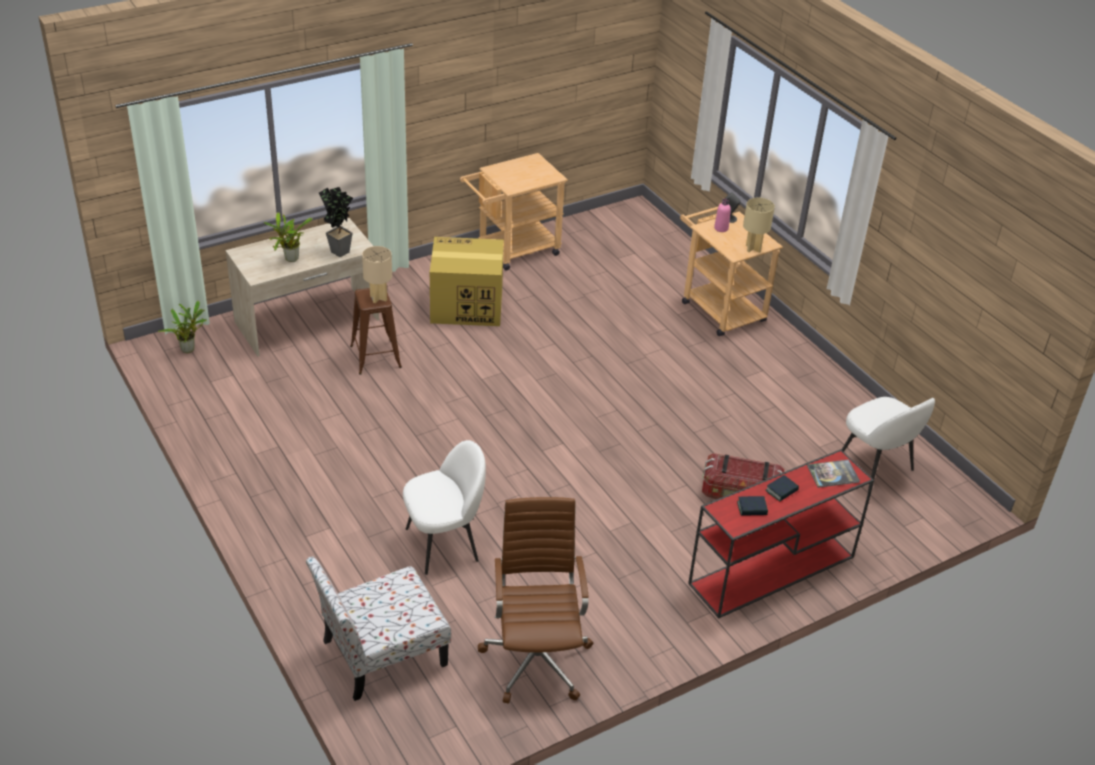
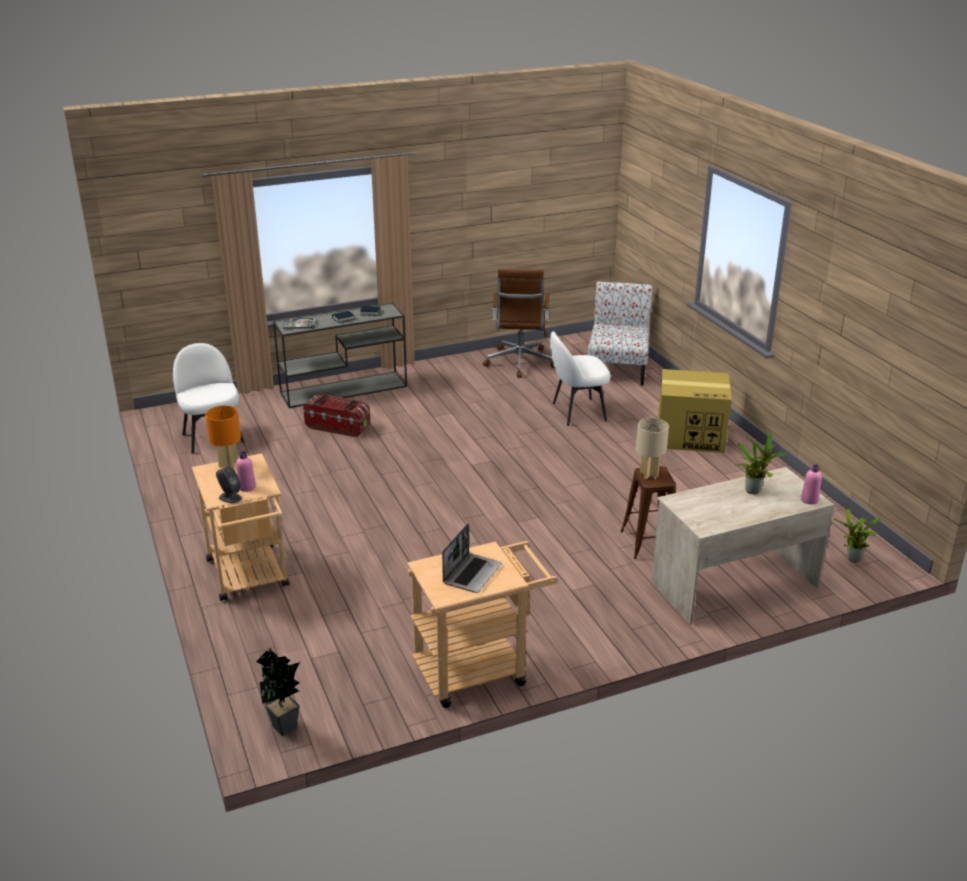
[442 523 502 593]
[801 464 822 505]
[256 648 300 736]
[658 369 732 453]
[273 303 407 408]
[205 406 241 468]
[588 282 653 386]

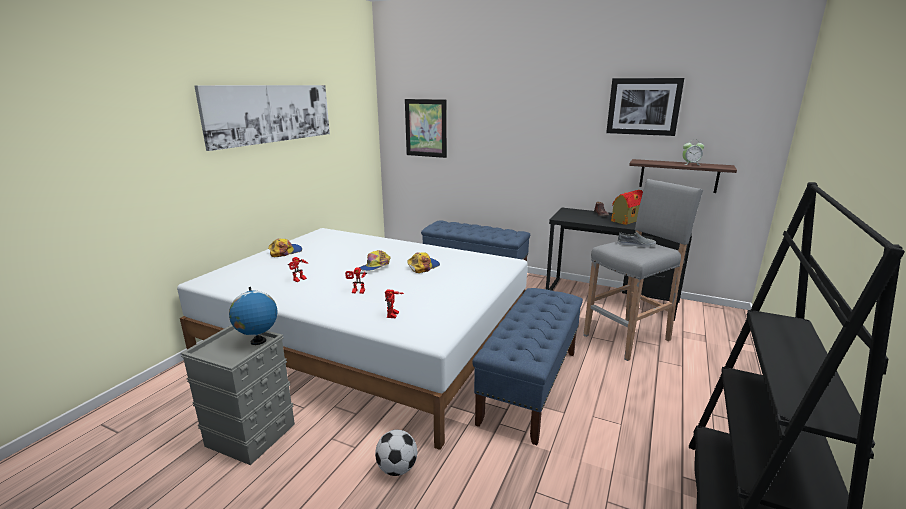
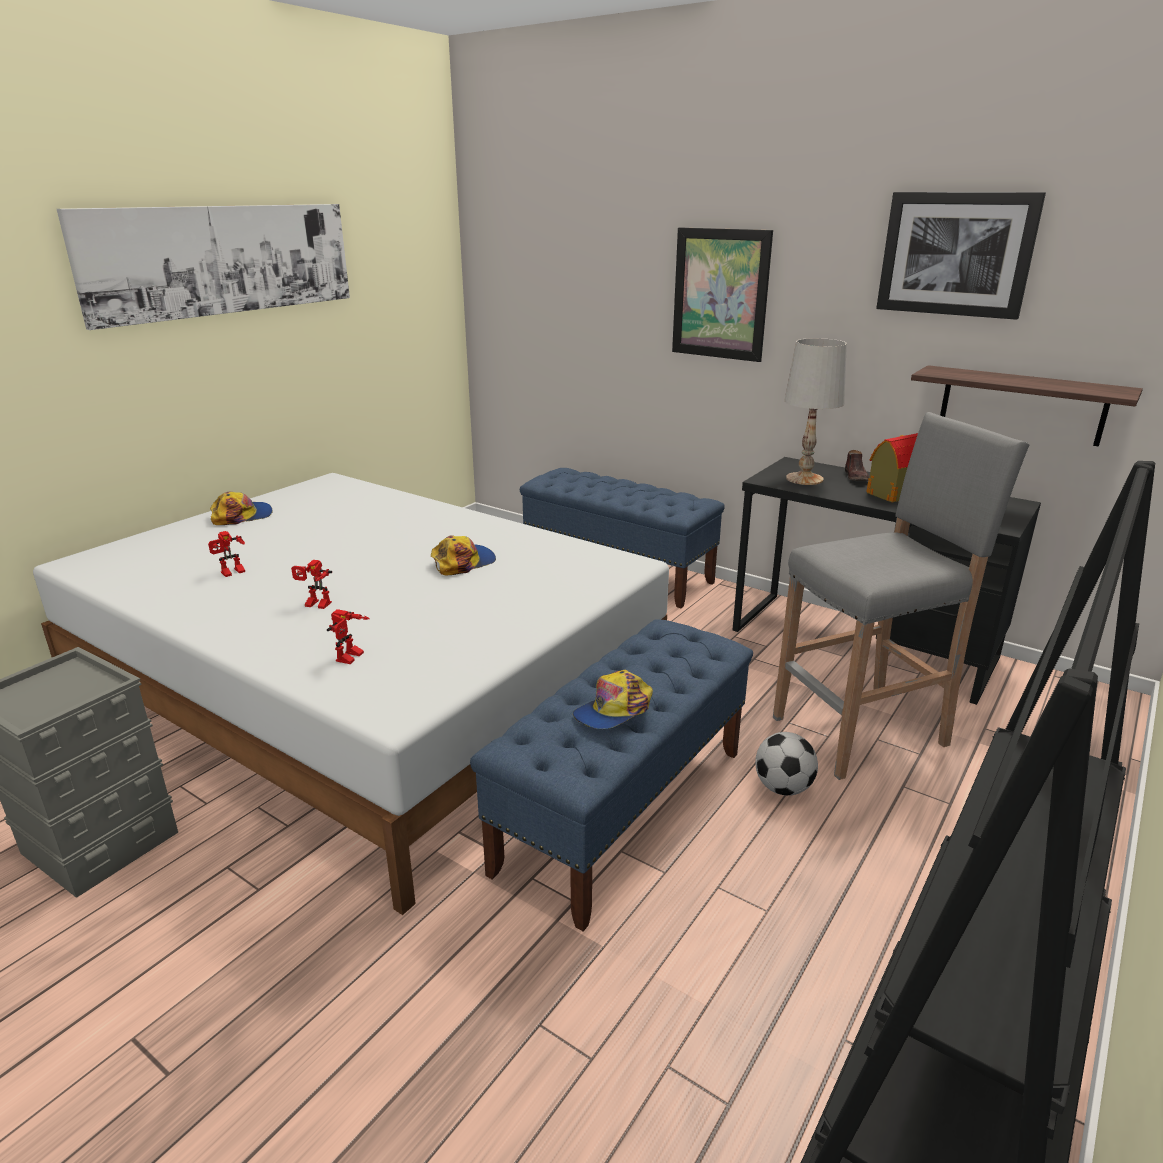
[229 287 277 345] (first image)
[617 232 656 248] (first image)
[682 139 704 165] (first image)
[784 338 847 485]
[573 670 653 729]
[755 732 818 796]
[672 227 773 362]

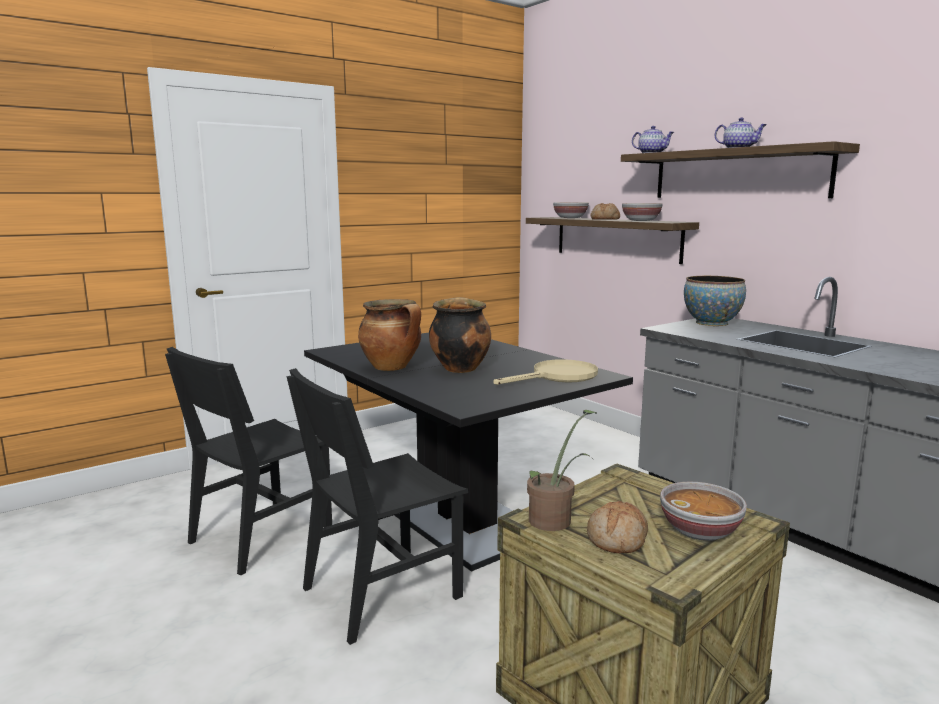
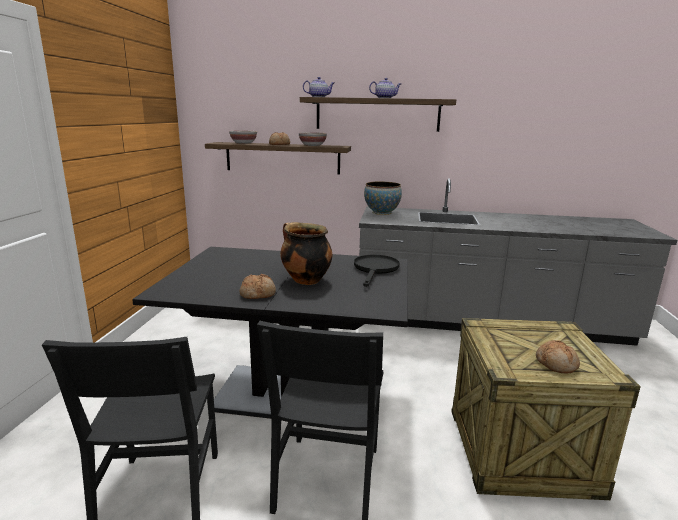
[527 410 597 531] (first image)
[660 482 747 541] (first image)
[239 274 276 299]
[354 255 400 287]

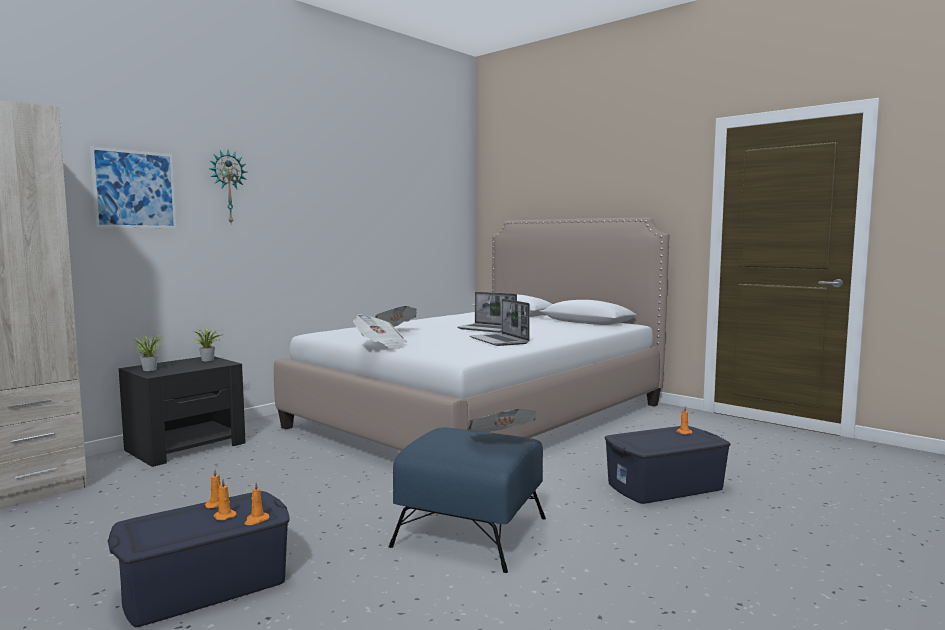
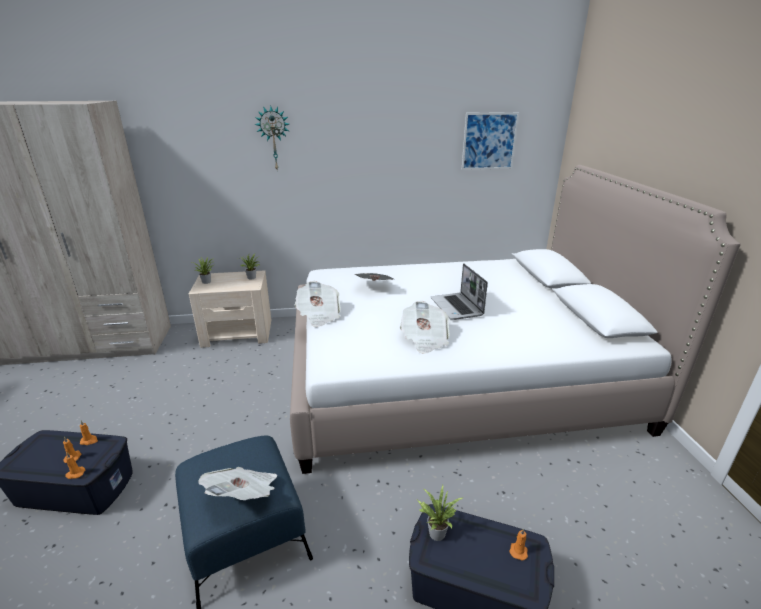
[418 485 465 541]
[461 112 519 170]
[400 301 449 354]
[189 270 271 348]

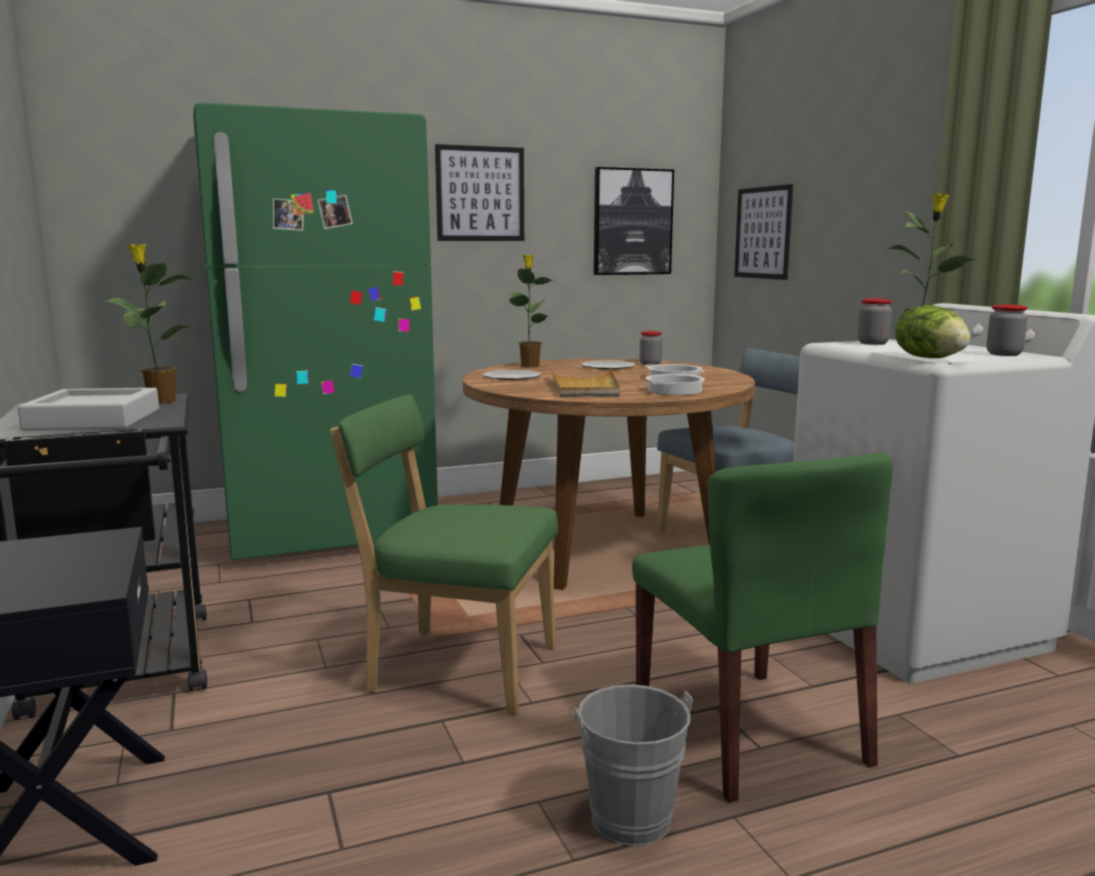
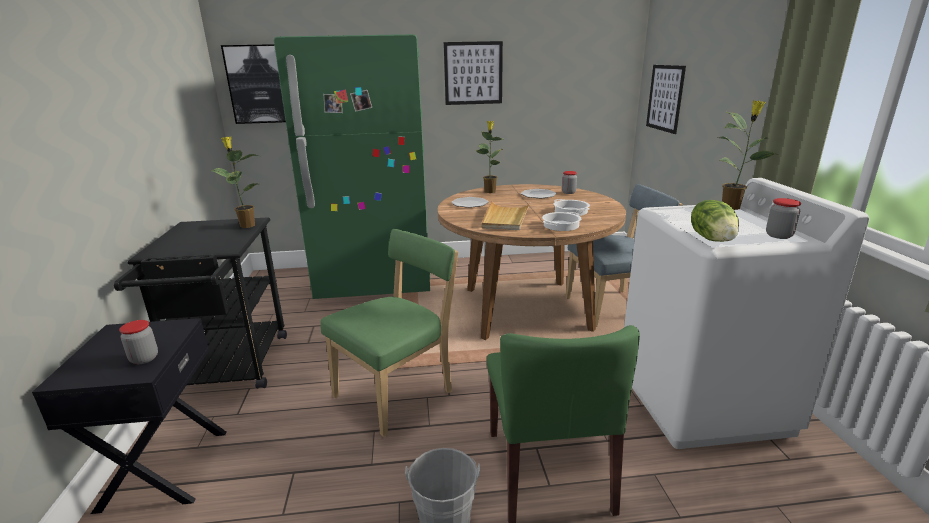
[18 388 159 430] (first image)
[221 44 286 124]
[119 320 158 364]
[321 229 459 437]

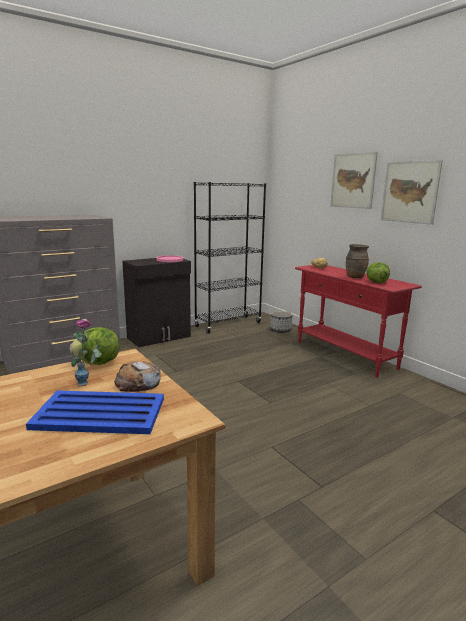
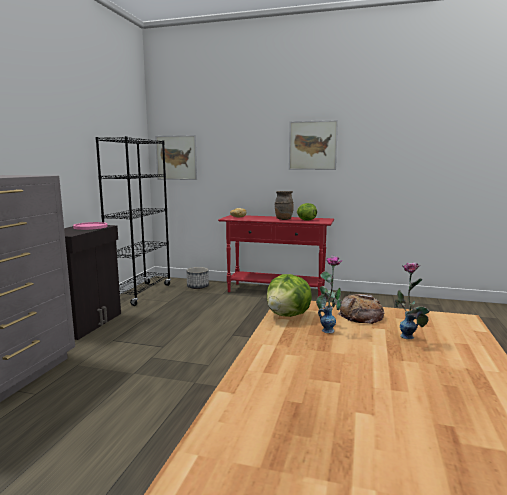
[155 135 197 180]
[395 262 430 339]

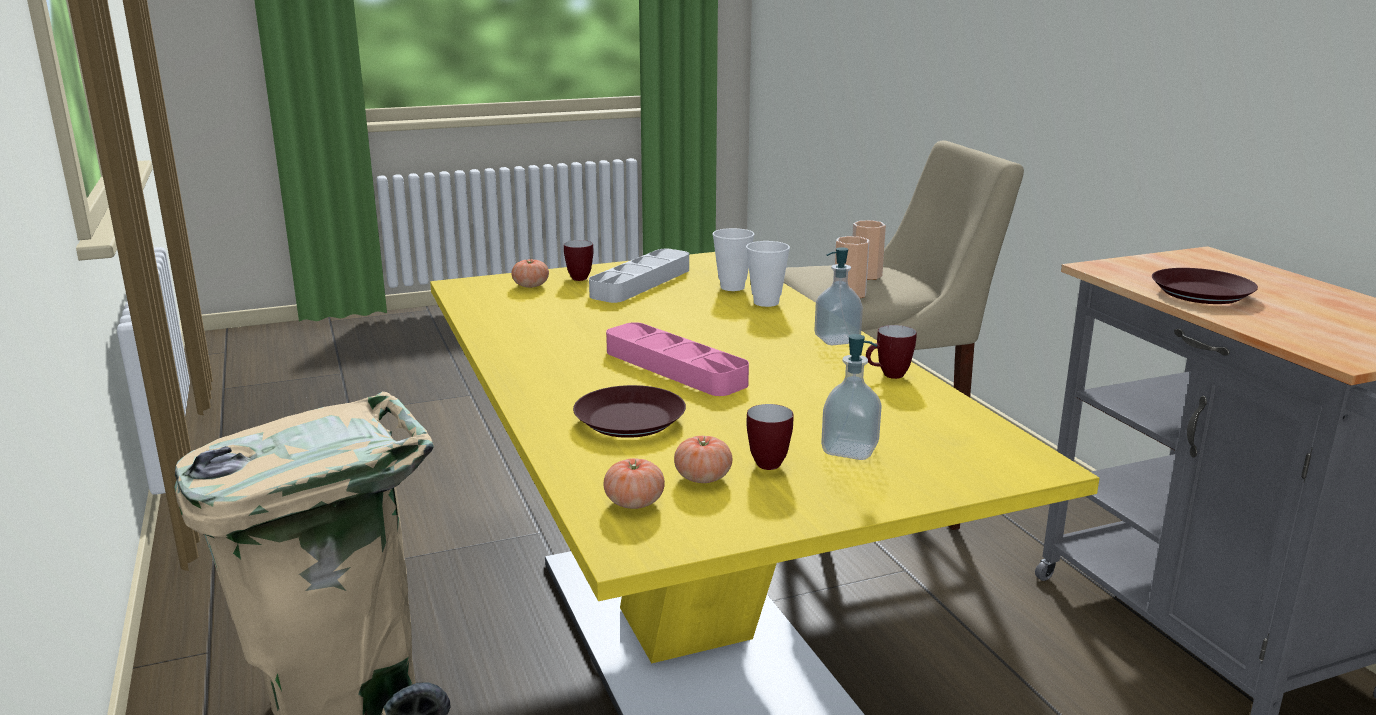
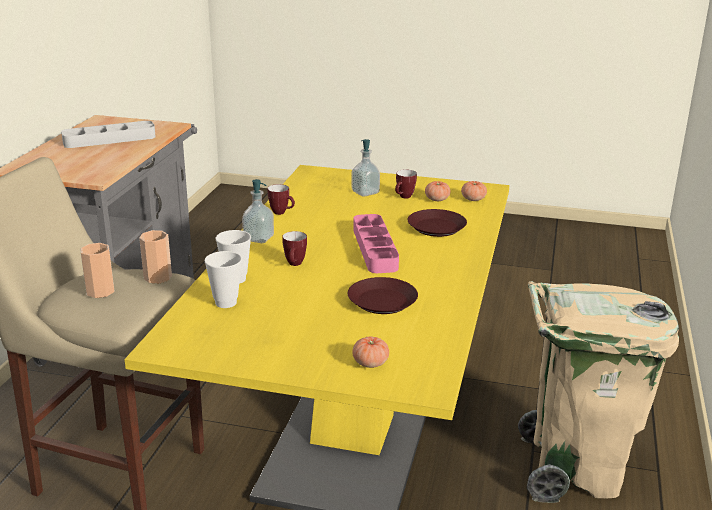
[282 231 307 266]
[61 121 156 148]
[348 277 418 314]

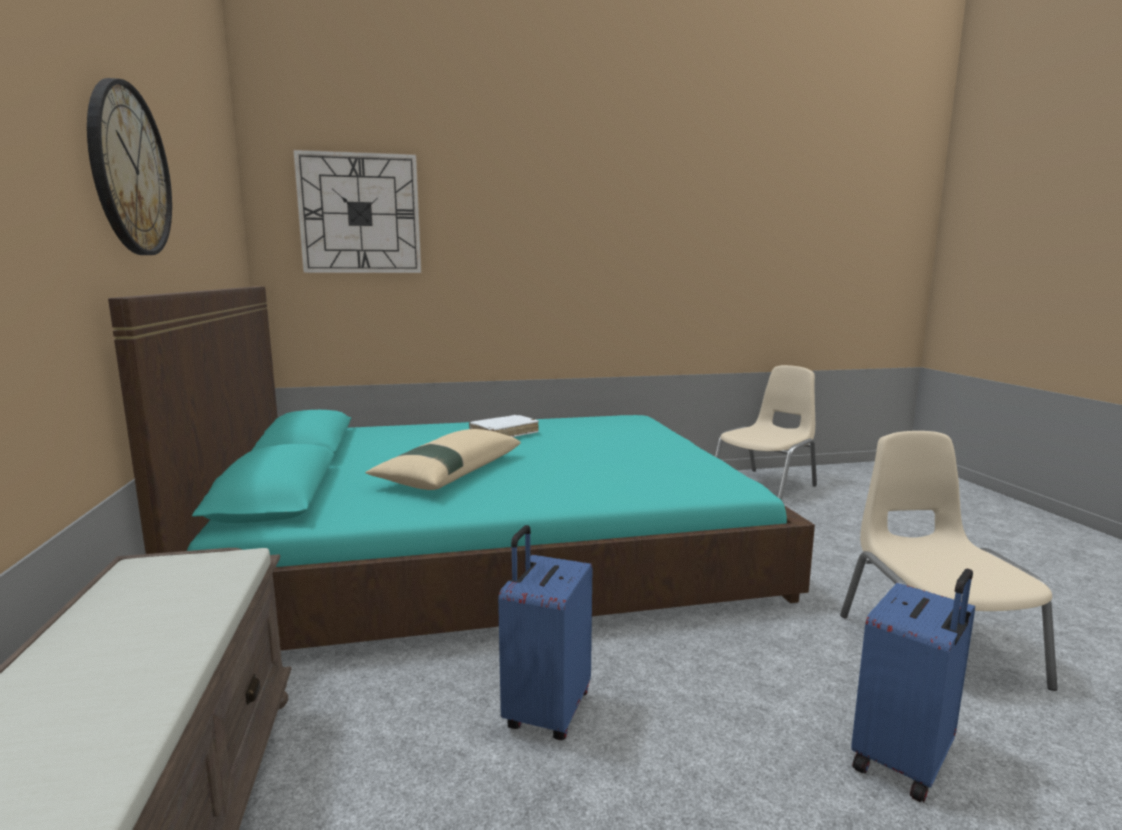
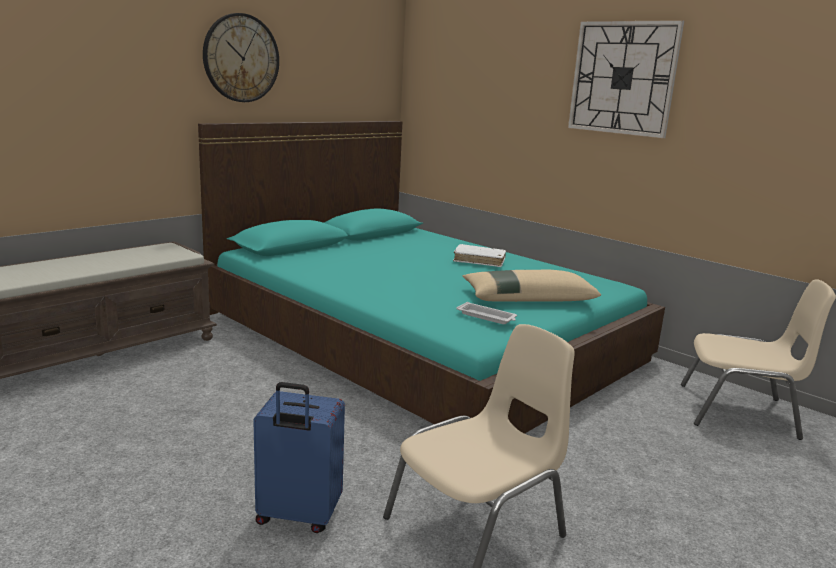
[498 525 593 740] (first image)
[456 302 517 324]
[568 20 684 138]
[462 269 601 302]

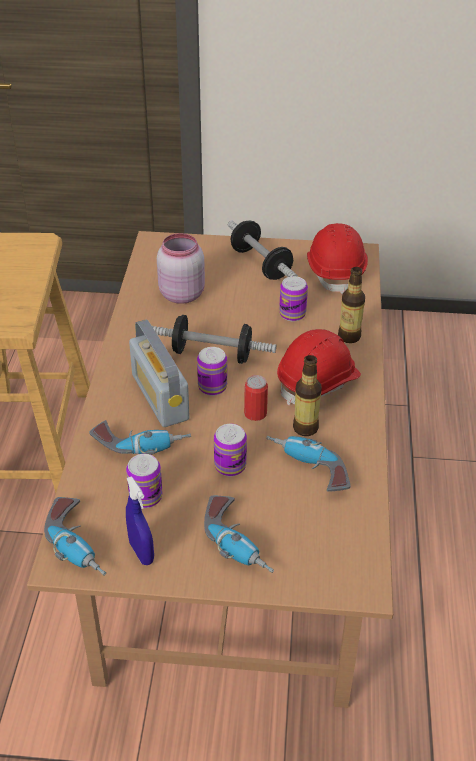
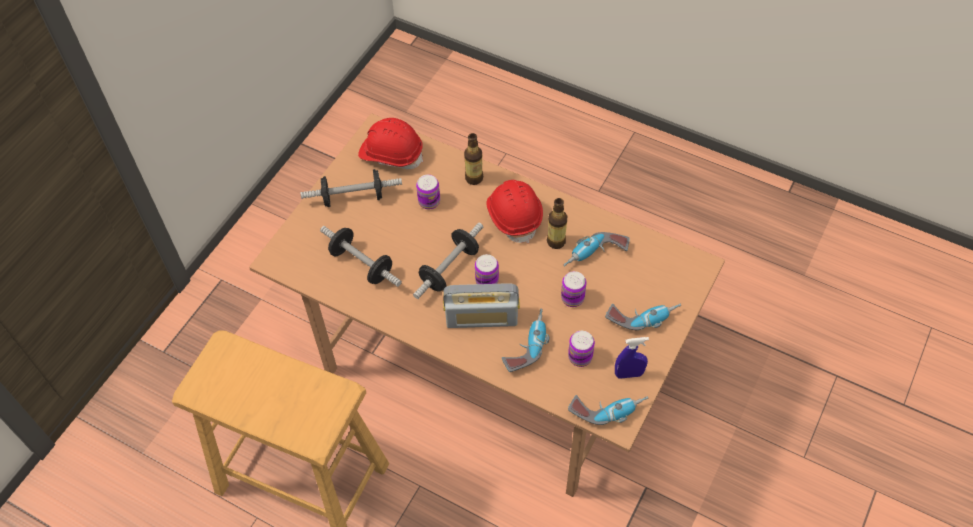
[244 375 268 421] (first image)
[320 226 402 287]

